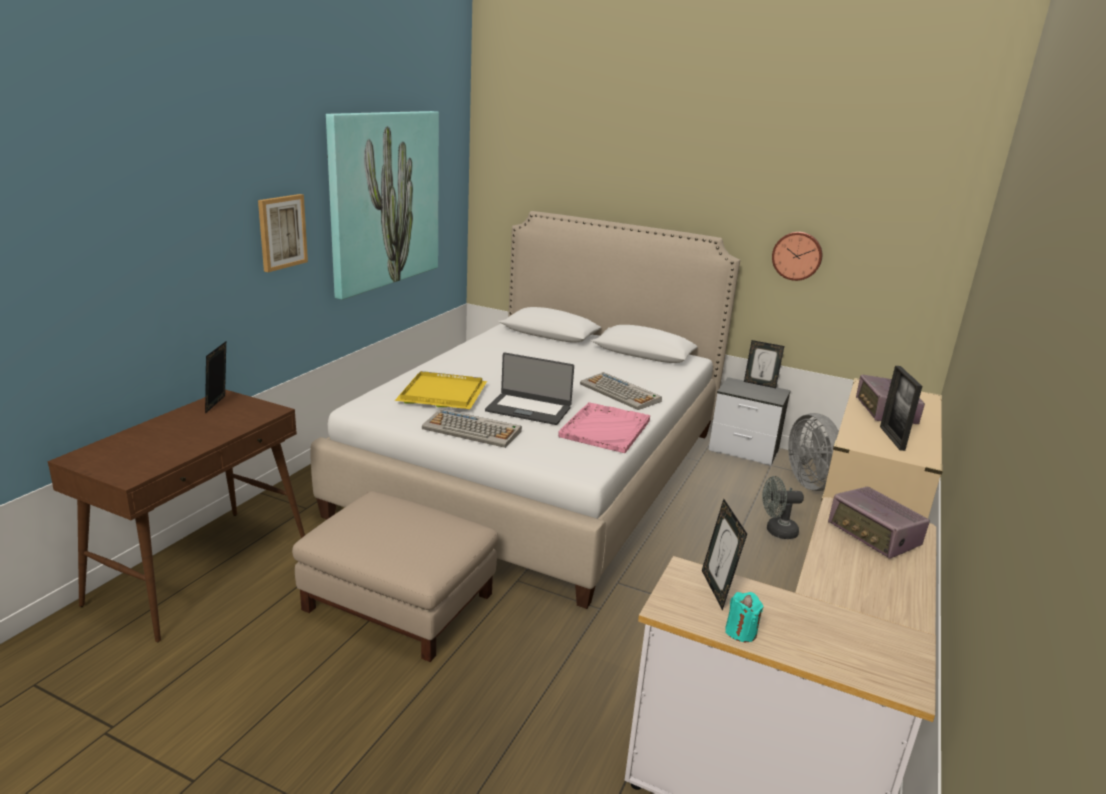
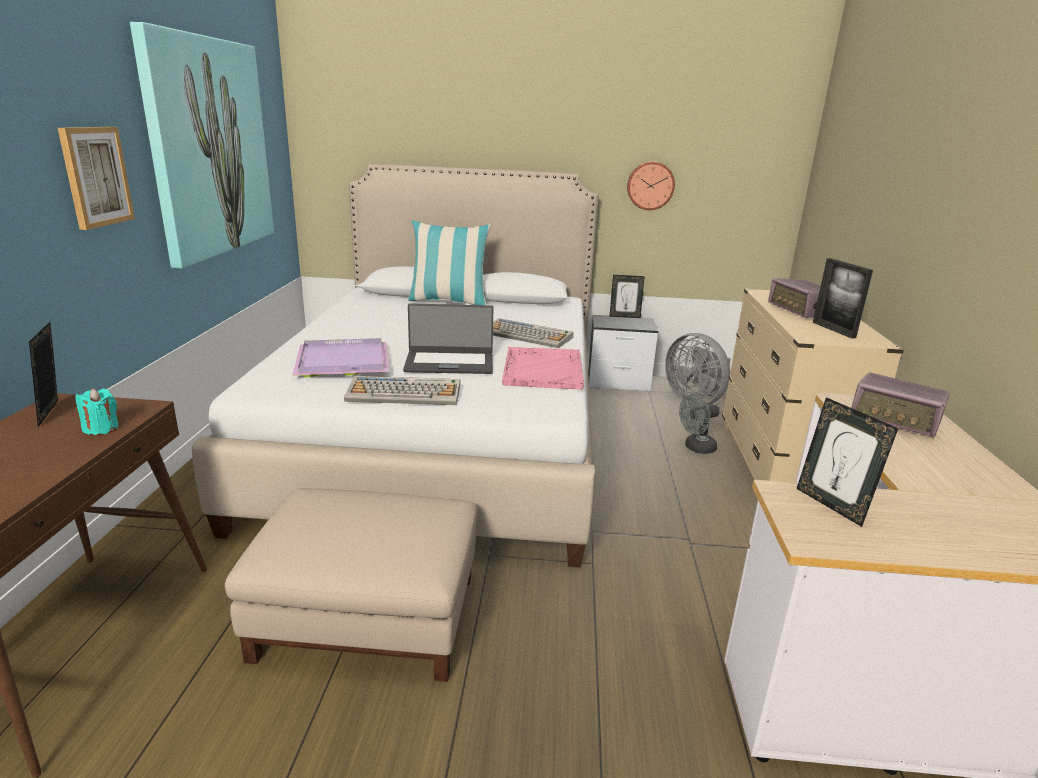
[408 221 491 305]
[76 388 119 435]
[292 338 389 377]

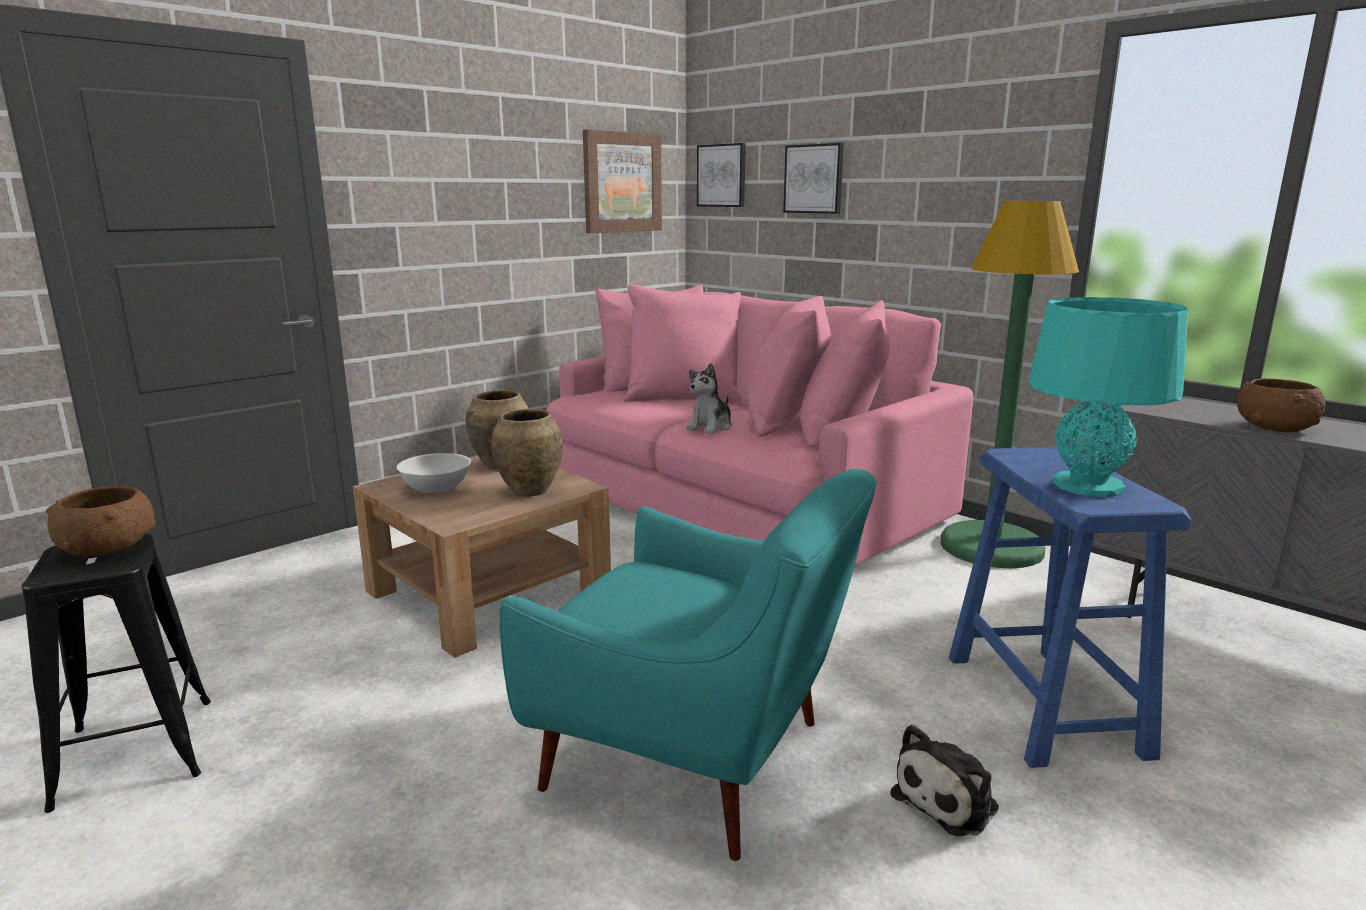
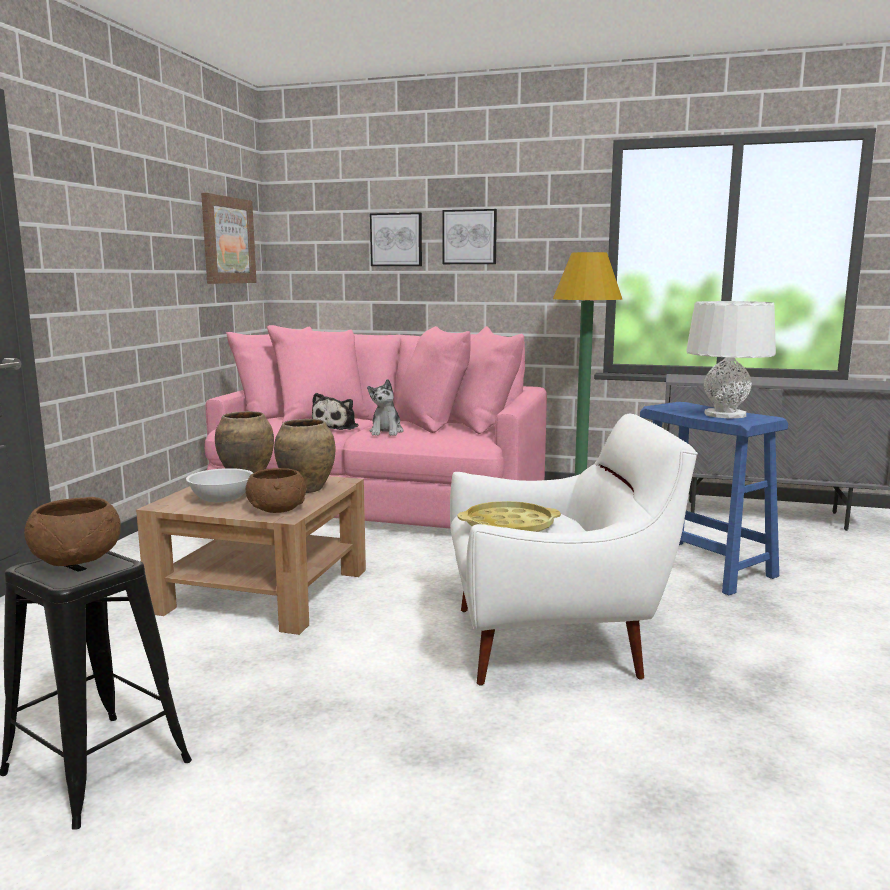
[457 501 561 532]
[443 209 497 264]
[312 393 358 430]
[246 468 306 513]
[450 414 698 686]
[686 301 776 419]

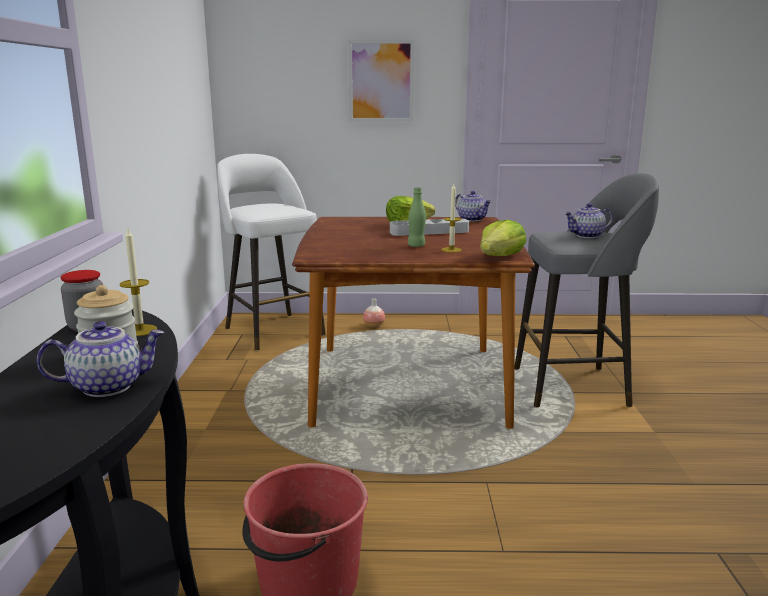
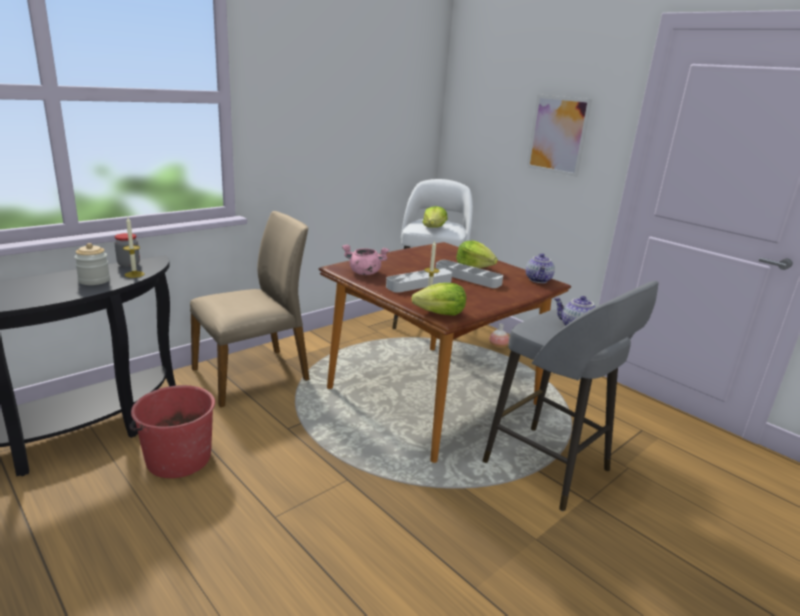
[37 321 165 397] (first image)
[190 211 310 407]
[342 244 389 275]
[423 206 447 228]
[386 268 452 293]

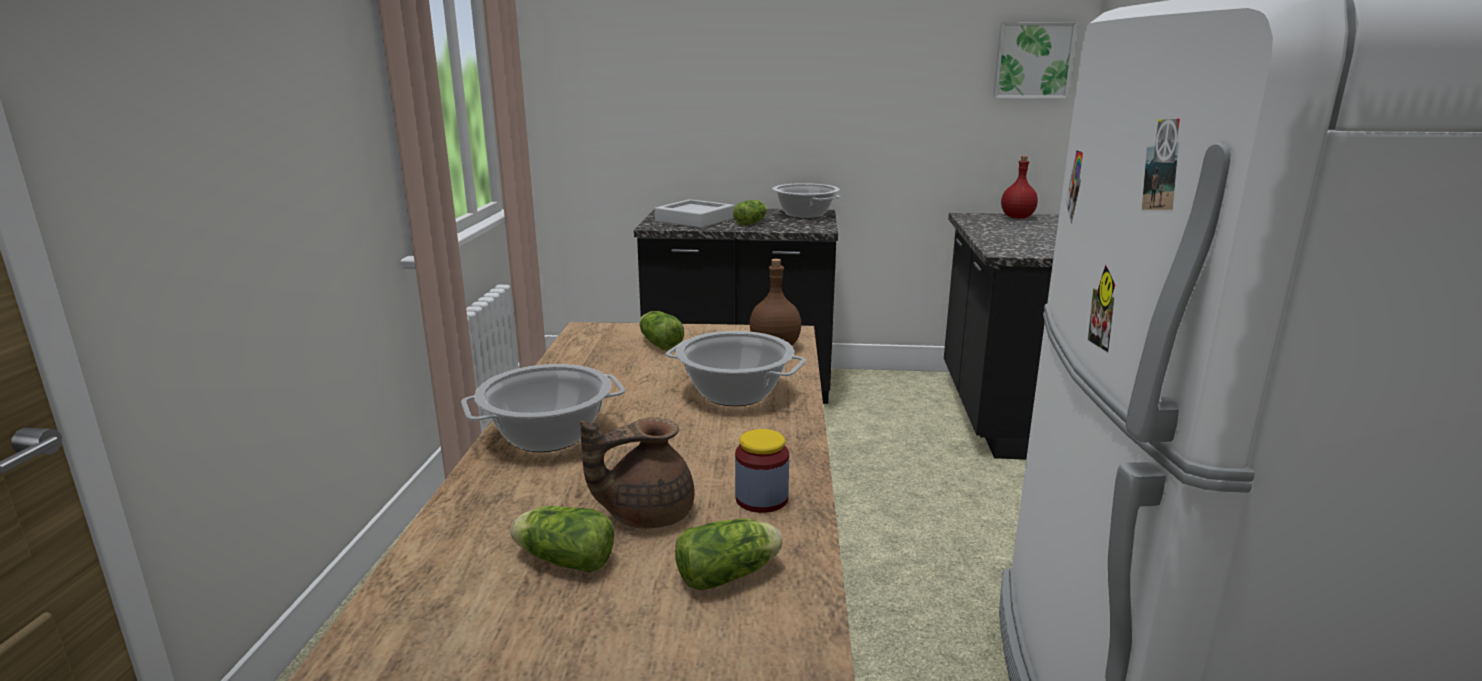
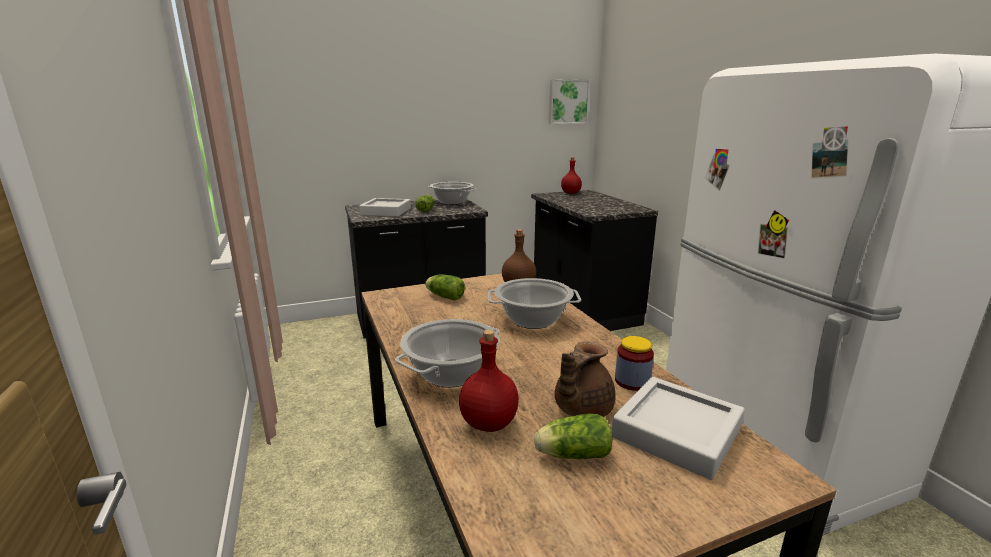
[459 329 519 432]
[611 377 745 480]

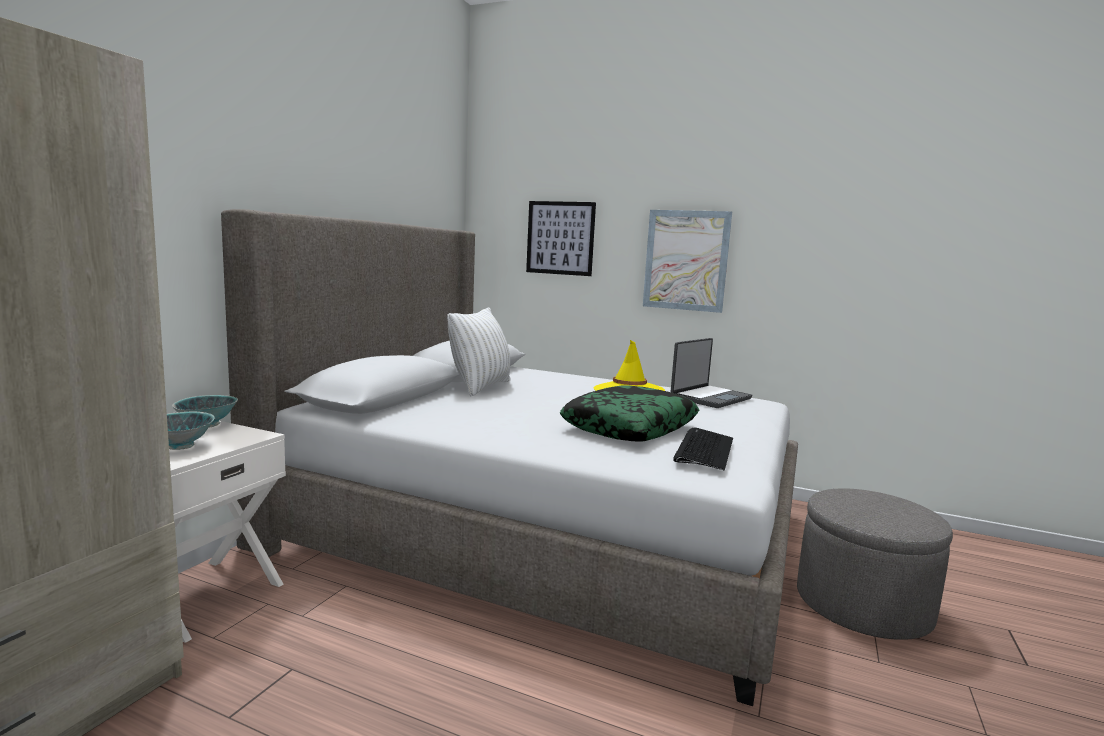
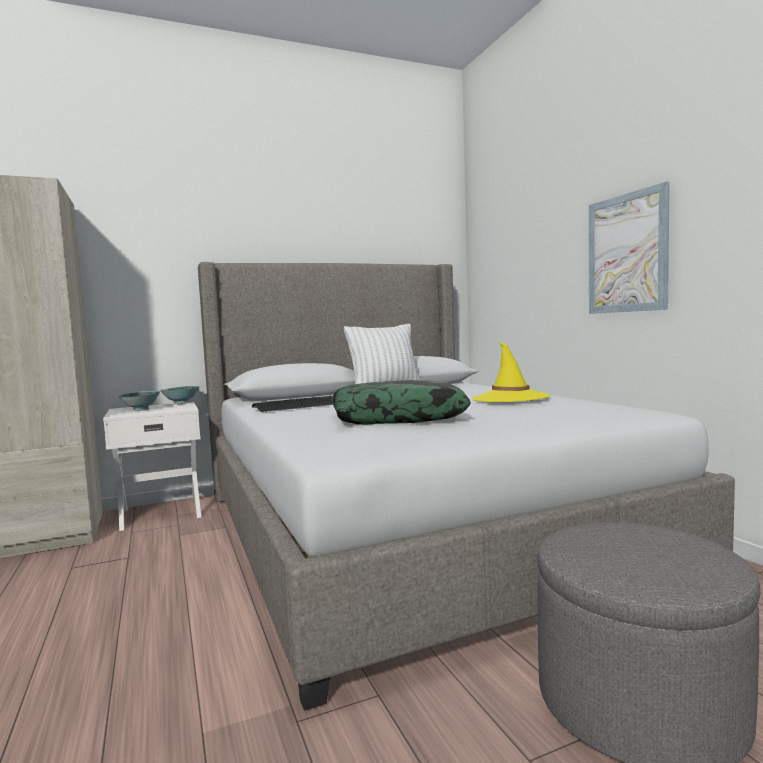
[526 201 596 276] (first image)
[671 338 752 408] (first image)
[252 396 333 412]

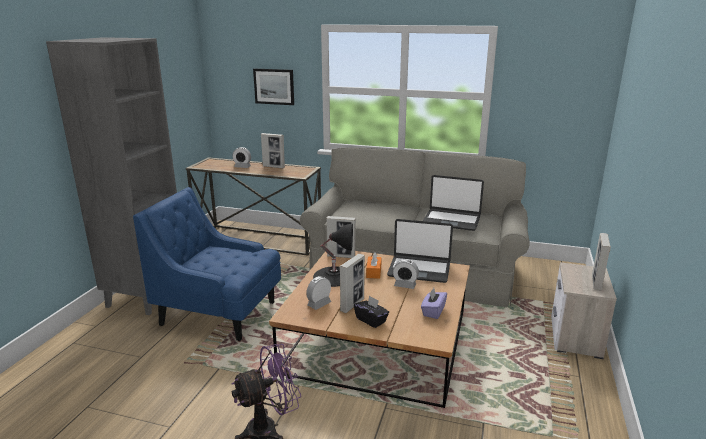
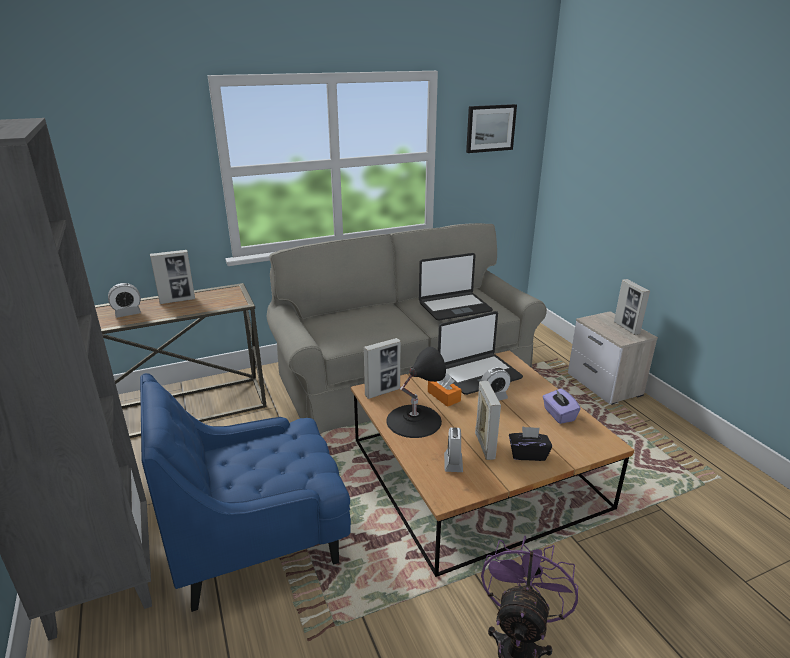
[466 104 517 153]

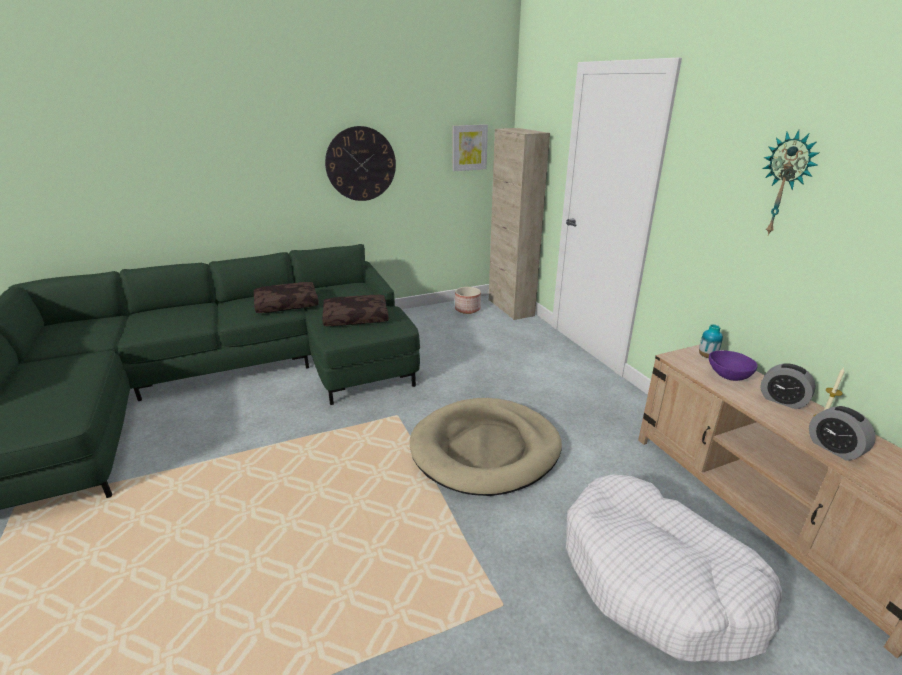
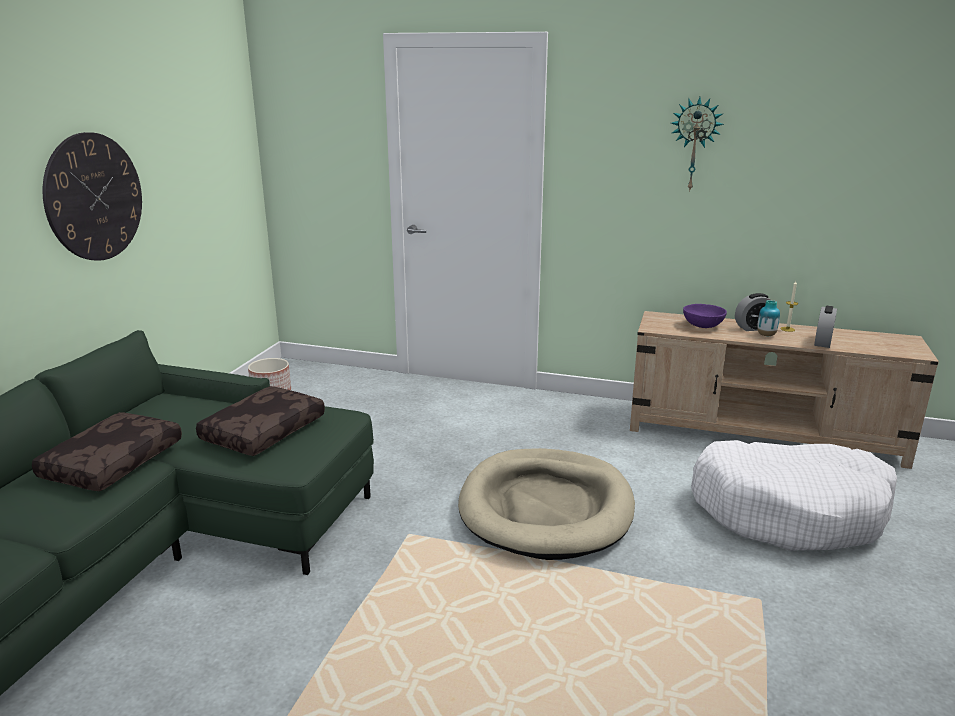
[452 124 488 171] (first image)
[489 128 550 320] (first image)
[757 300 780 336]
[814 306 837 348]

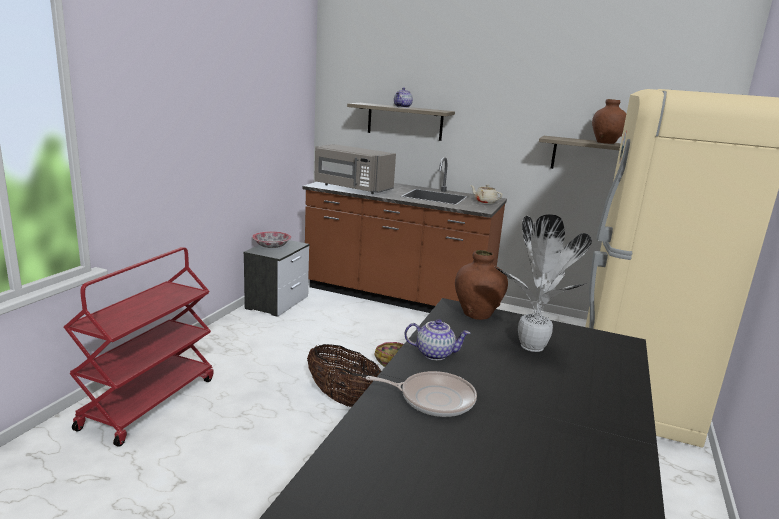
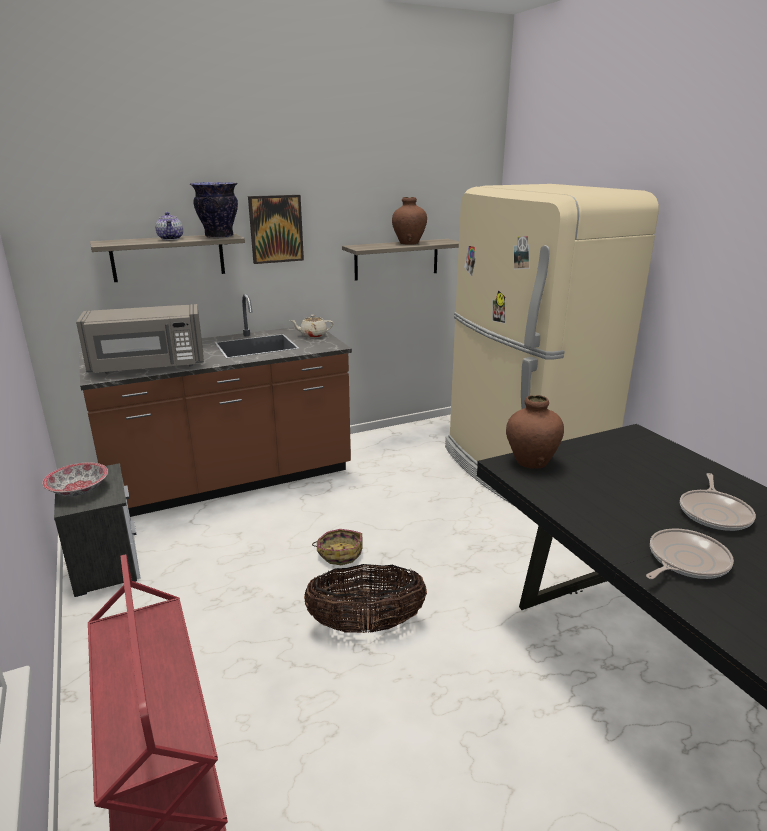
[405 319 471 360] (first image)
[495 214 592 352] (first image)
[190 182 238 238]
[248 195 304 264]
[680 473 756 531]

